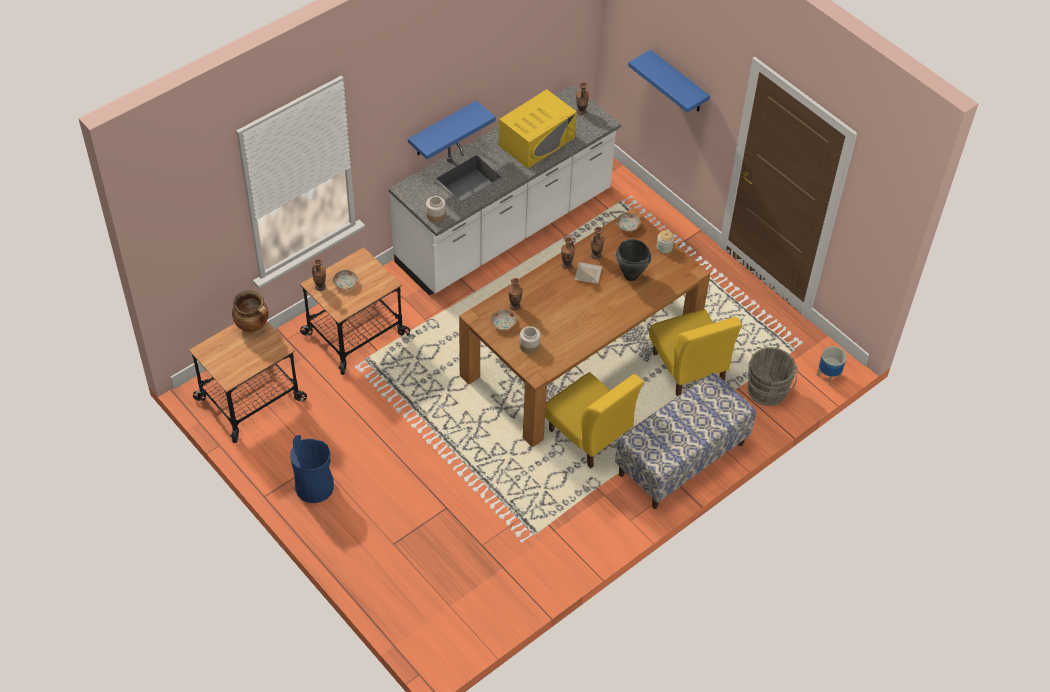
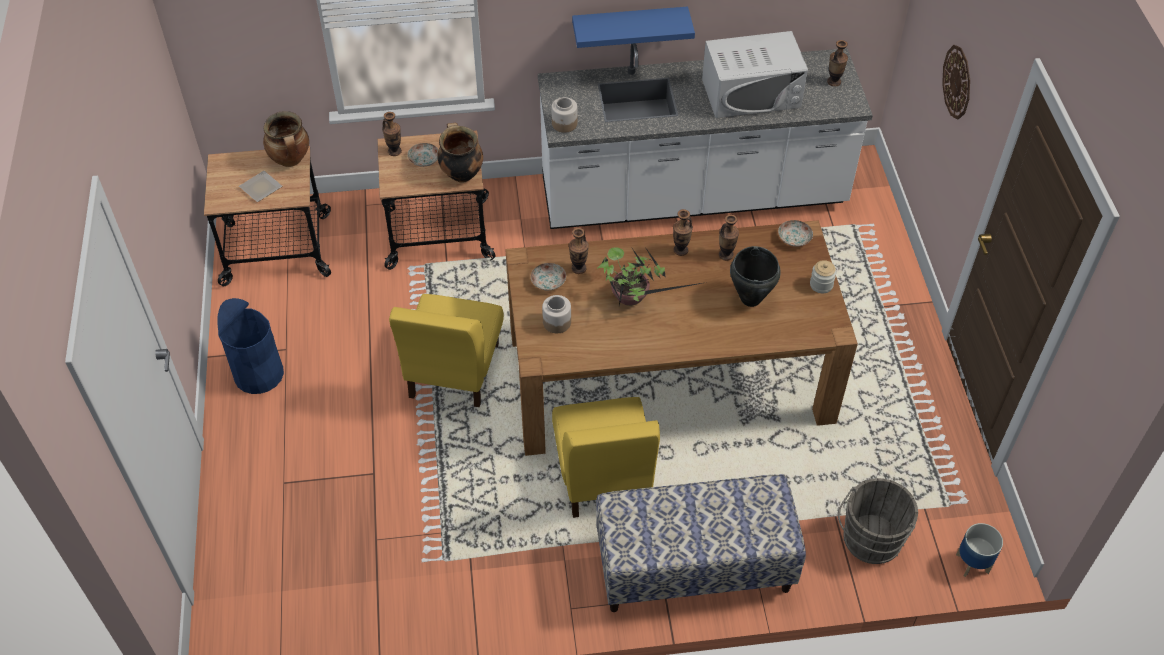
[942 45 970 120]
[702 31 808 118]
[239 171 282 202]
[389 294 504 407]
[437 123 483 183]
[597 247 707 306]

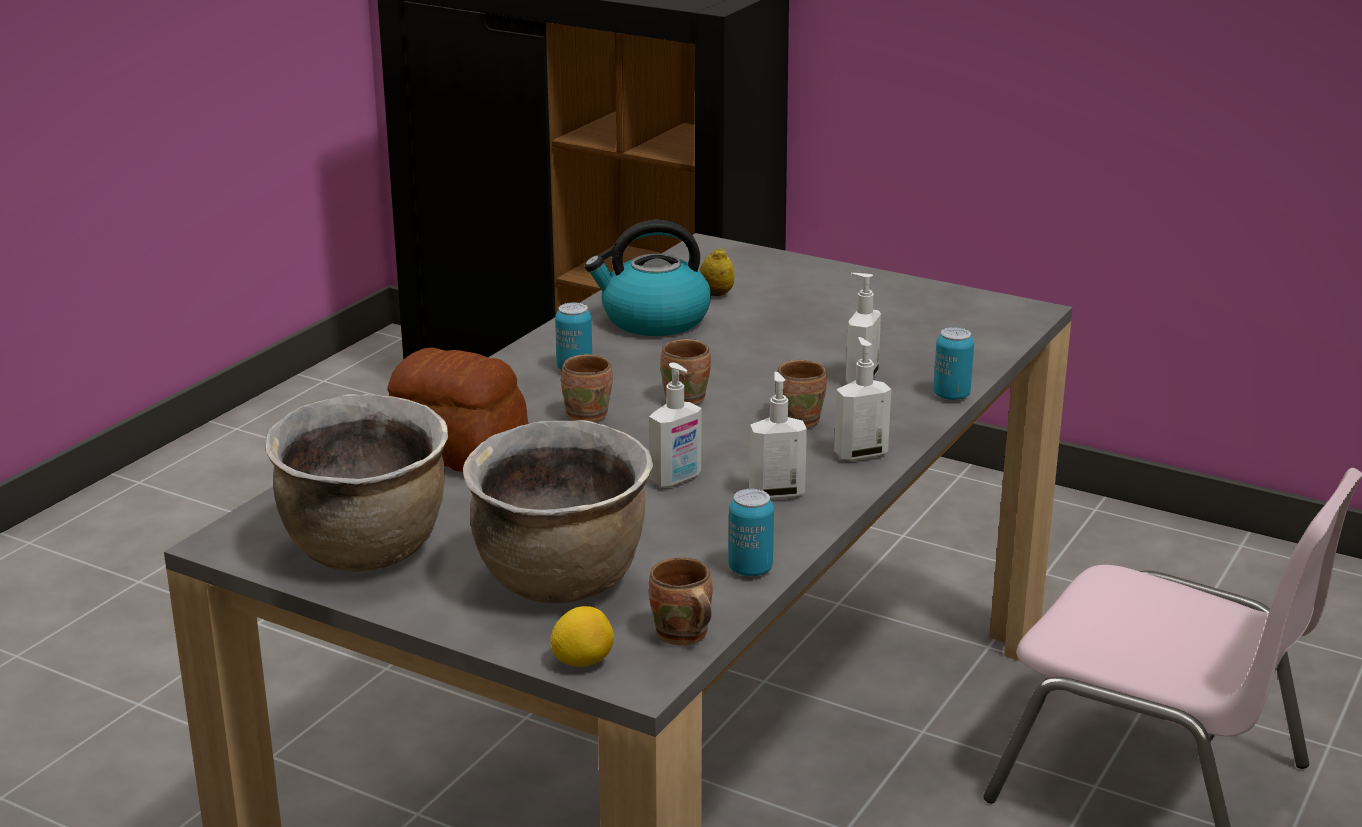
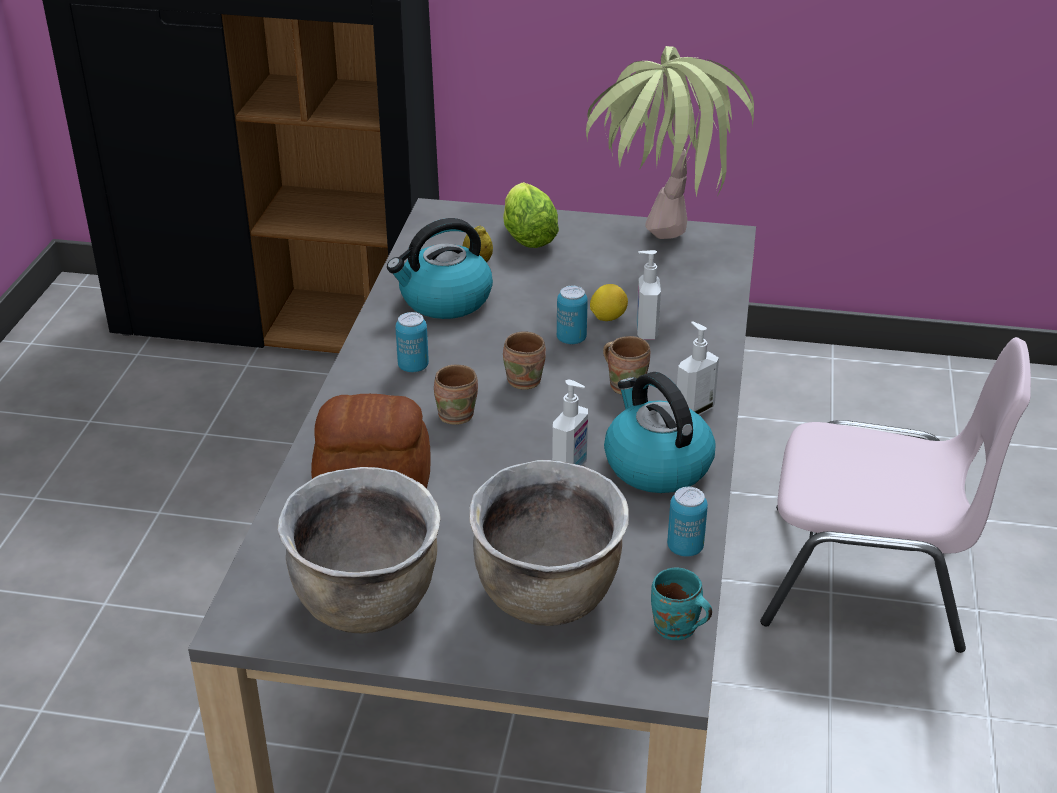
[557 286 588 344]
[604 372 715 493]
[651 568 712 640]
[590 284 628 321]
[586 46 754 239]
[503 182 559 248]

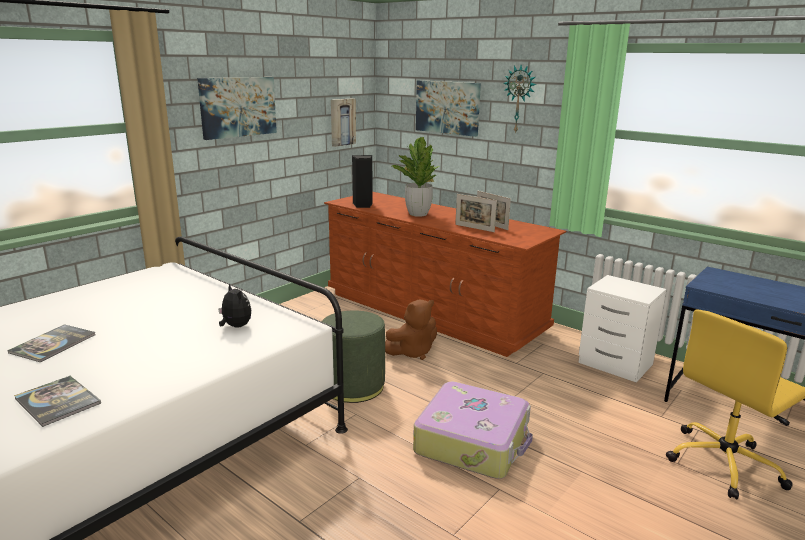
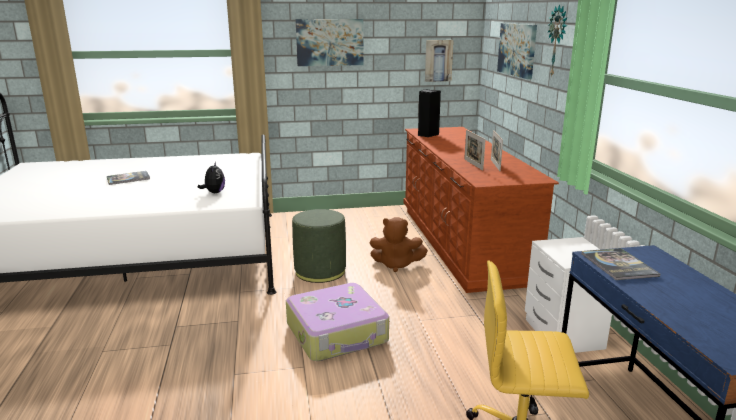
[392 137 440 217] (first image)
[581 248 660 280]

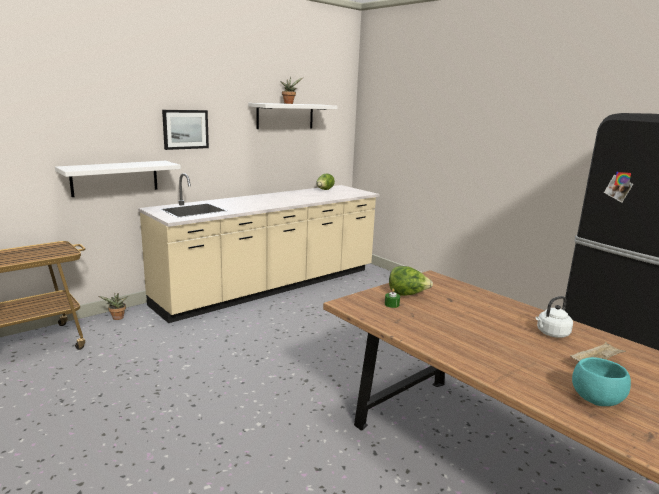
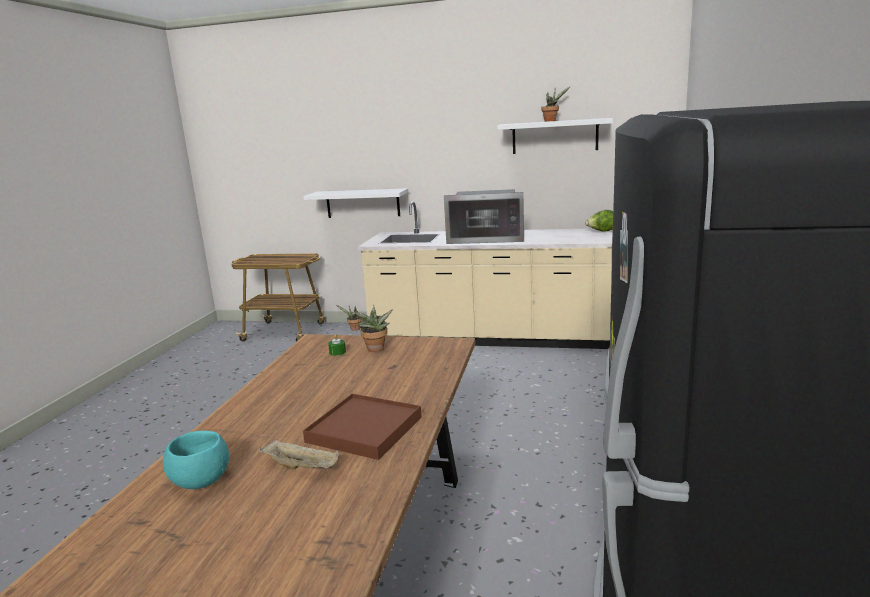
[162 110 209 150] (first image)
[355 305 393 352]
[303 394 422 460]
[444 189 524 244]

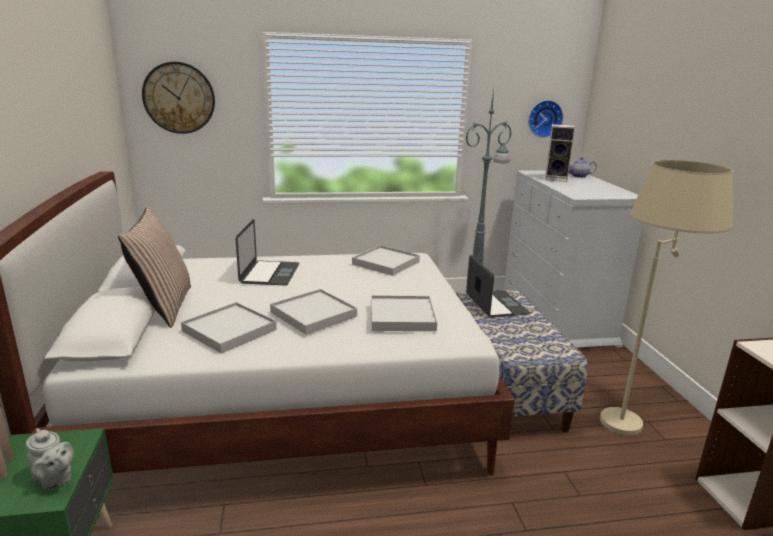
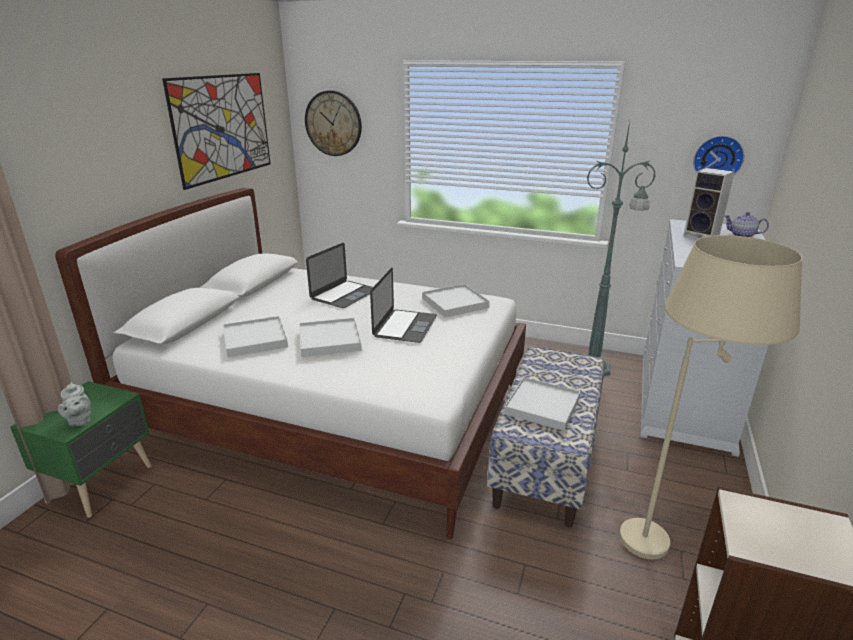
[118 207 191 328] (first image)
[370 268 437 343]
[504 377 581 431]
[162 73 271 190]

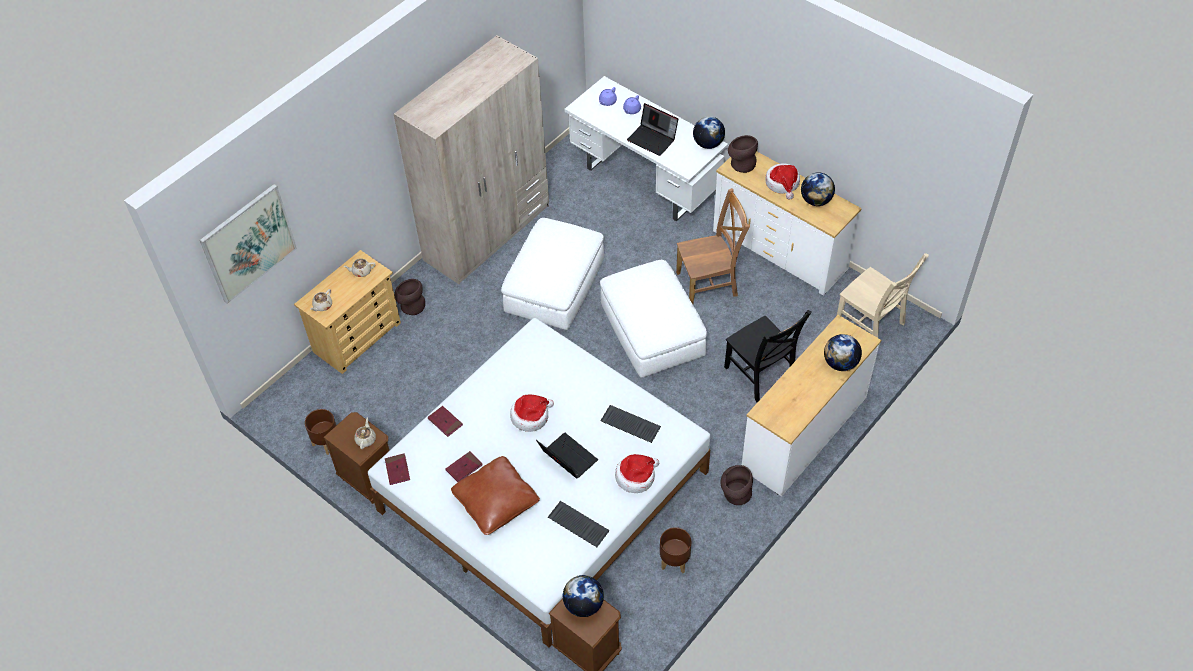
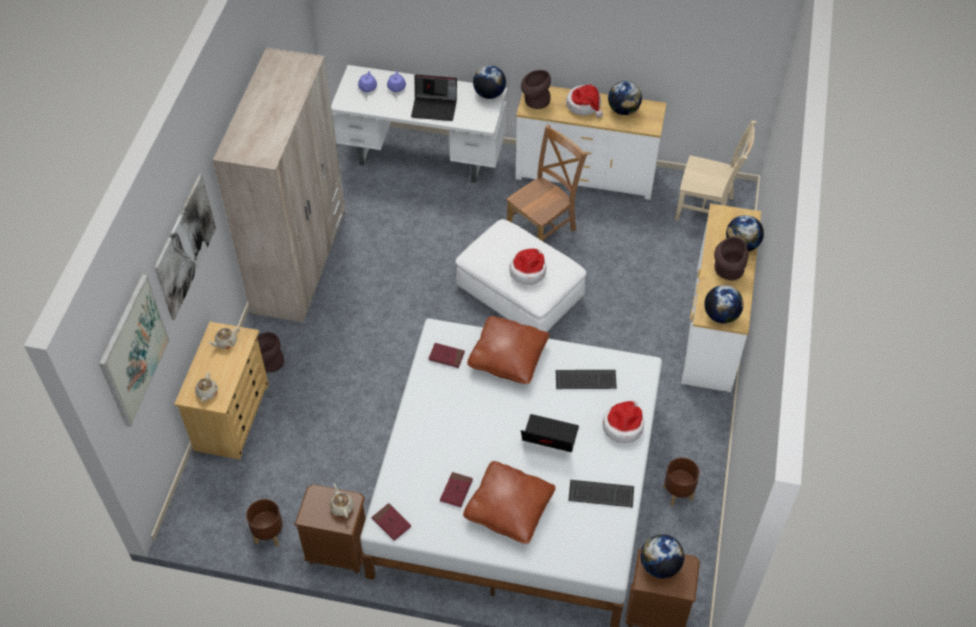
[501 218 604 330] (first image)
[724 310 812 402] (first image)
[509 249 547 285]
[429 343 465 368]
[714 237 748 280]
[154 174 216 320]
[704 285 744 324]
[467 316 549 384]

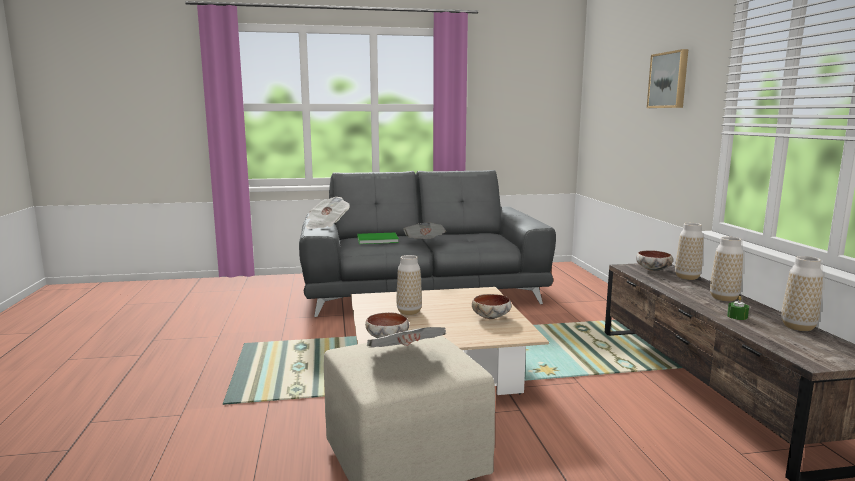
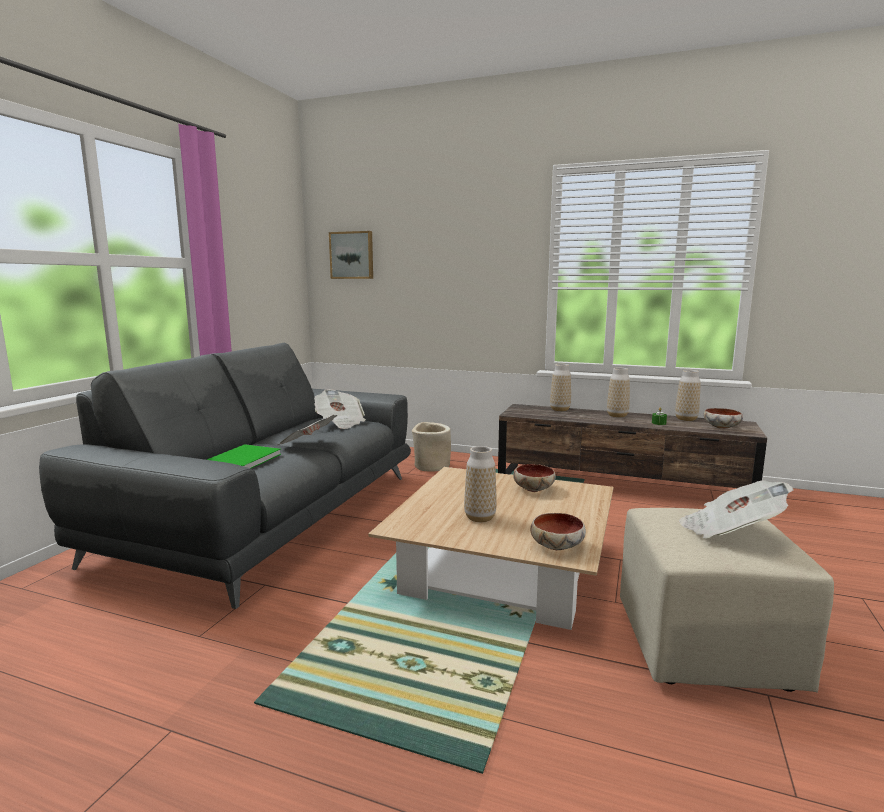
[329 231 373 279]
[314 389 366 429]
[704 408 743 429]
[412 422 451 471]

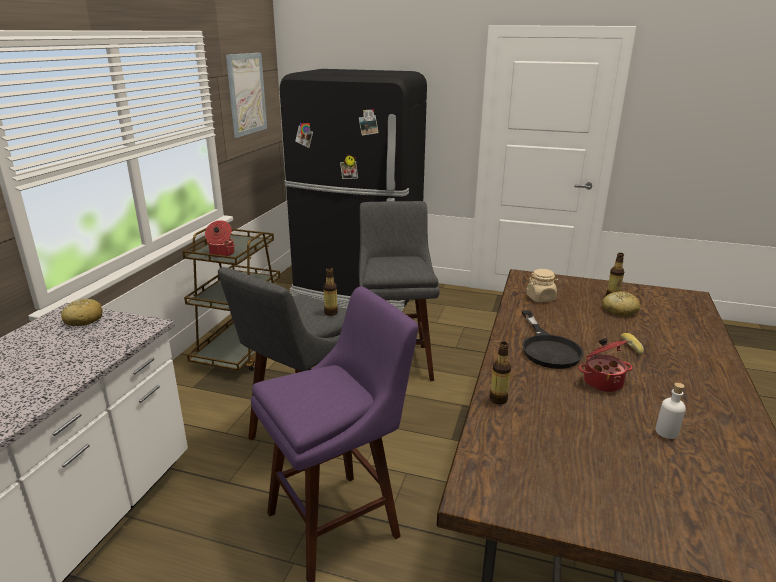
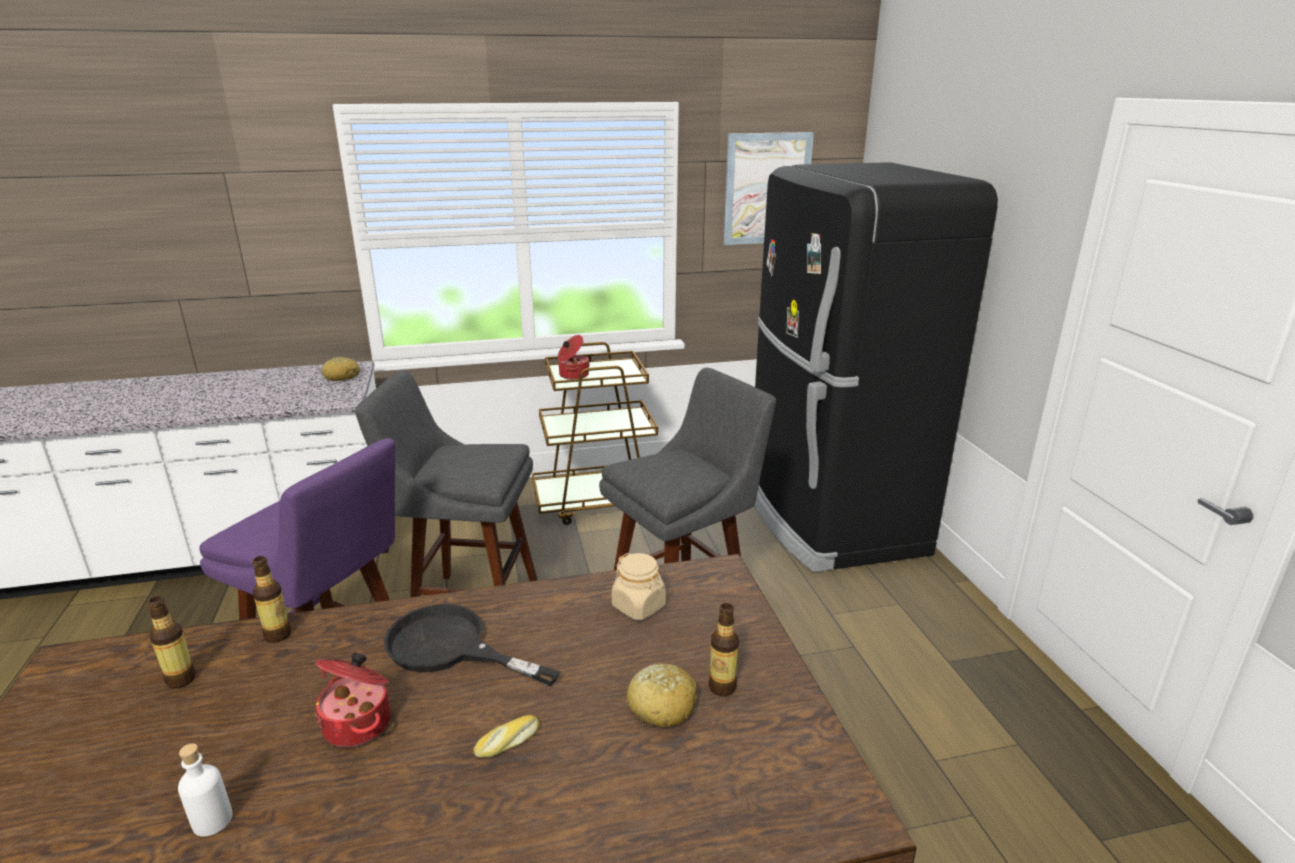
[148 596 196 689]
[384 604 561 686]

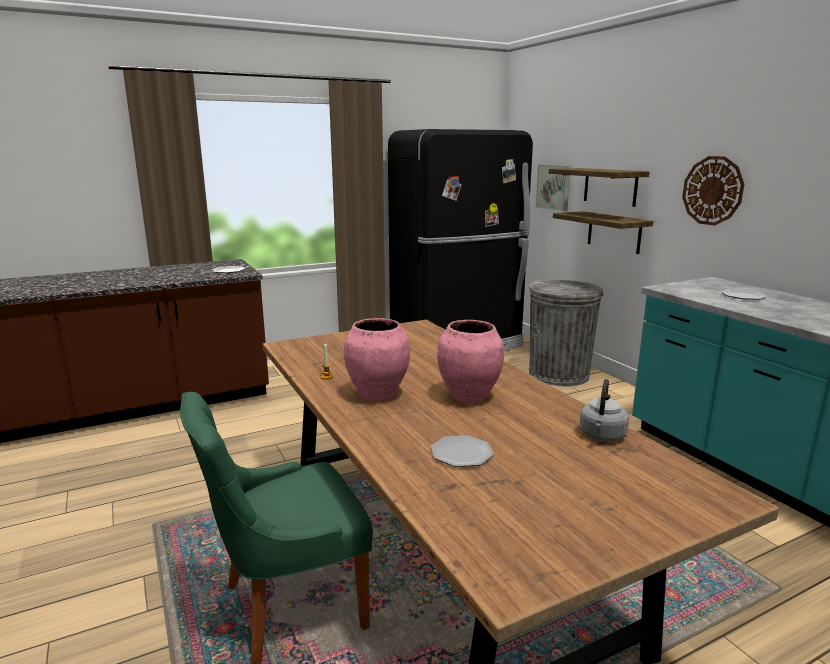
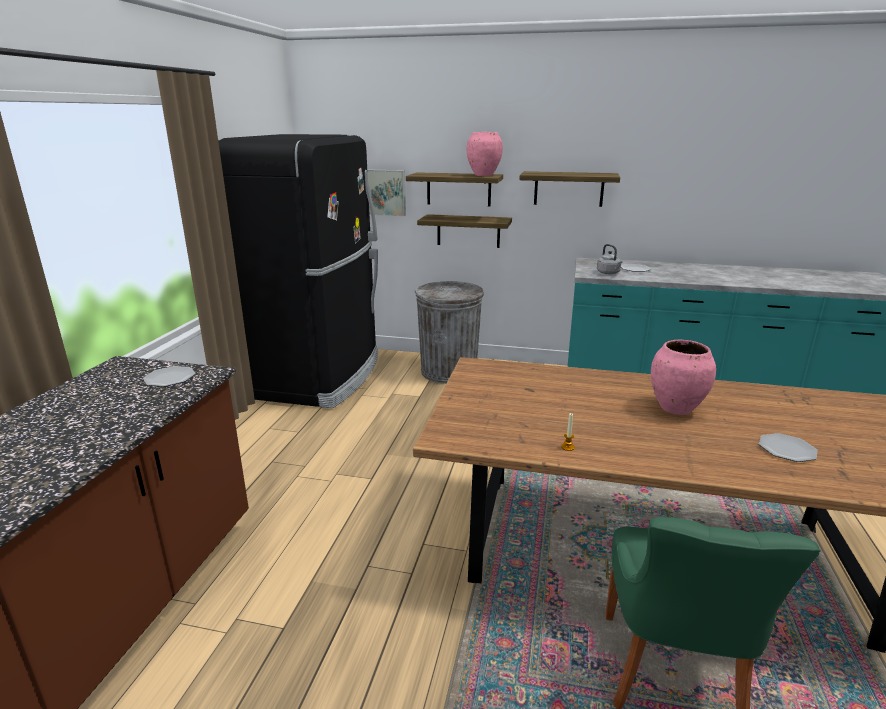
[519 171 620 207]
[467 132 503 176]
[597 244 622 274]

